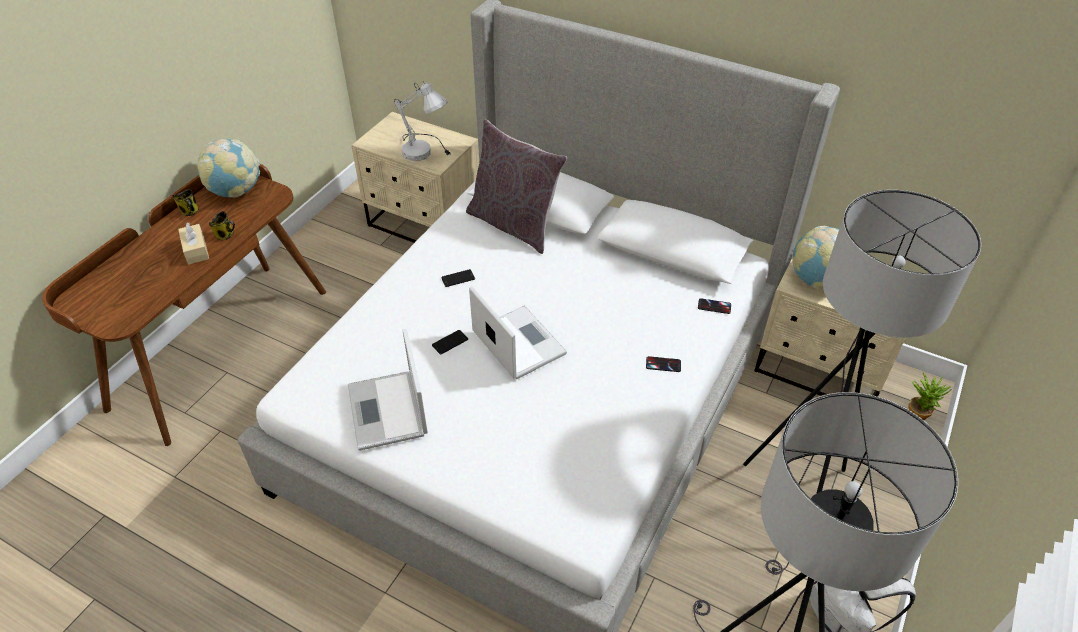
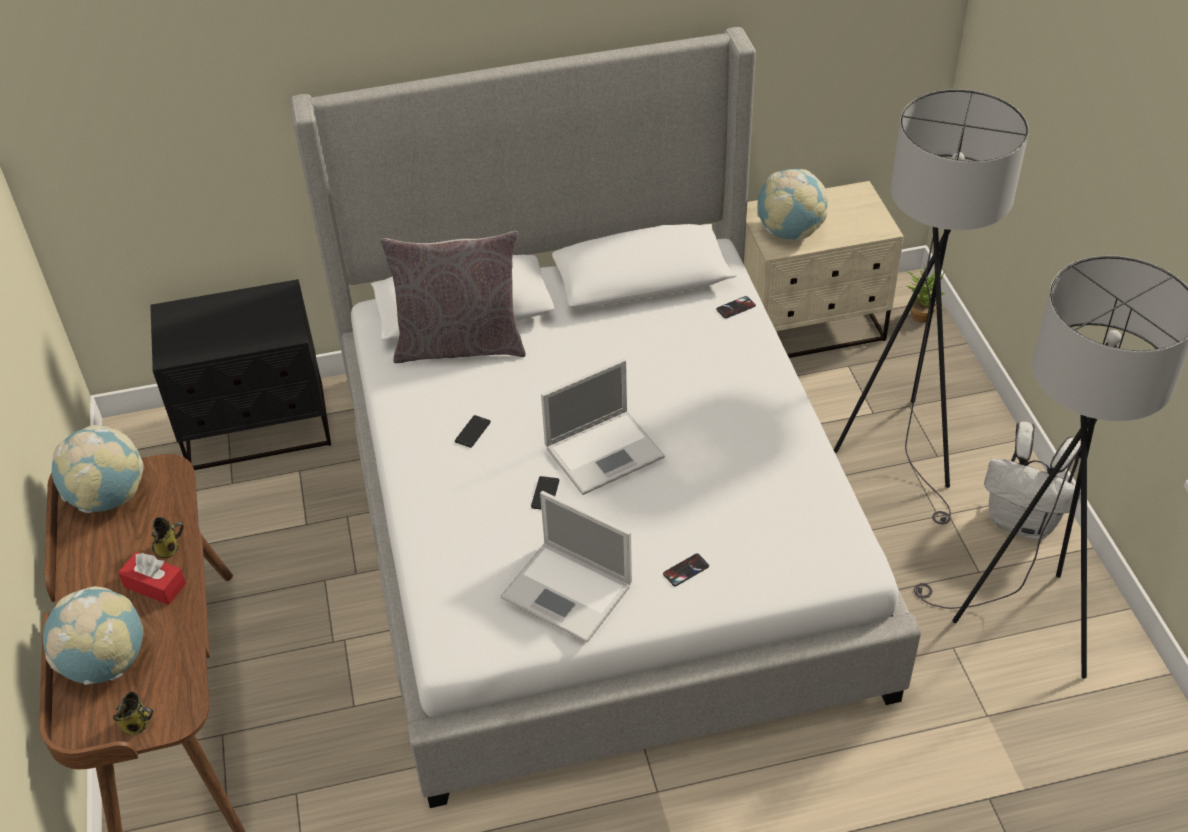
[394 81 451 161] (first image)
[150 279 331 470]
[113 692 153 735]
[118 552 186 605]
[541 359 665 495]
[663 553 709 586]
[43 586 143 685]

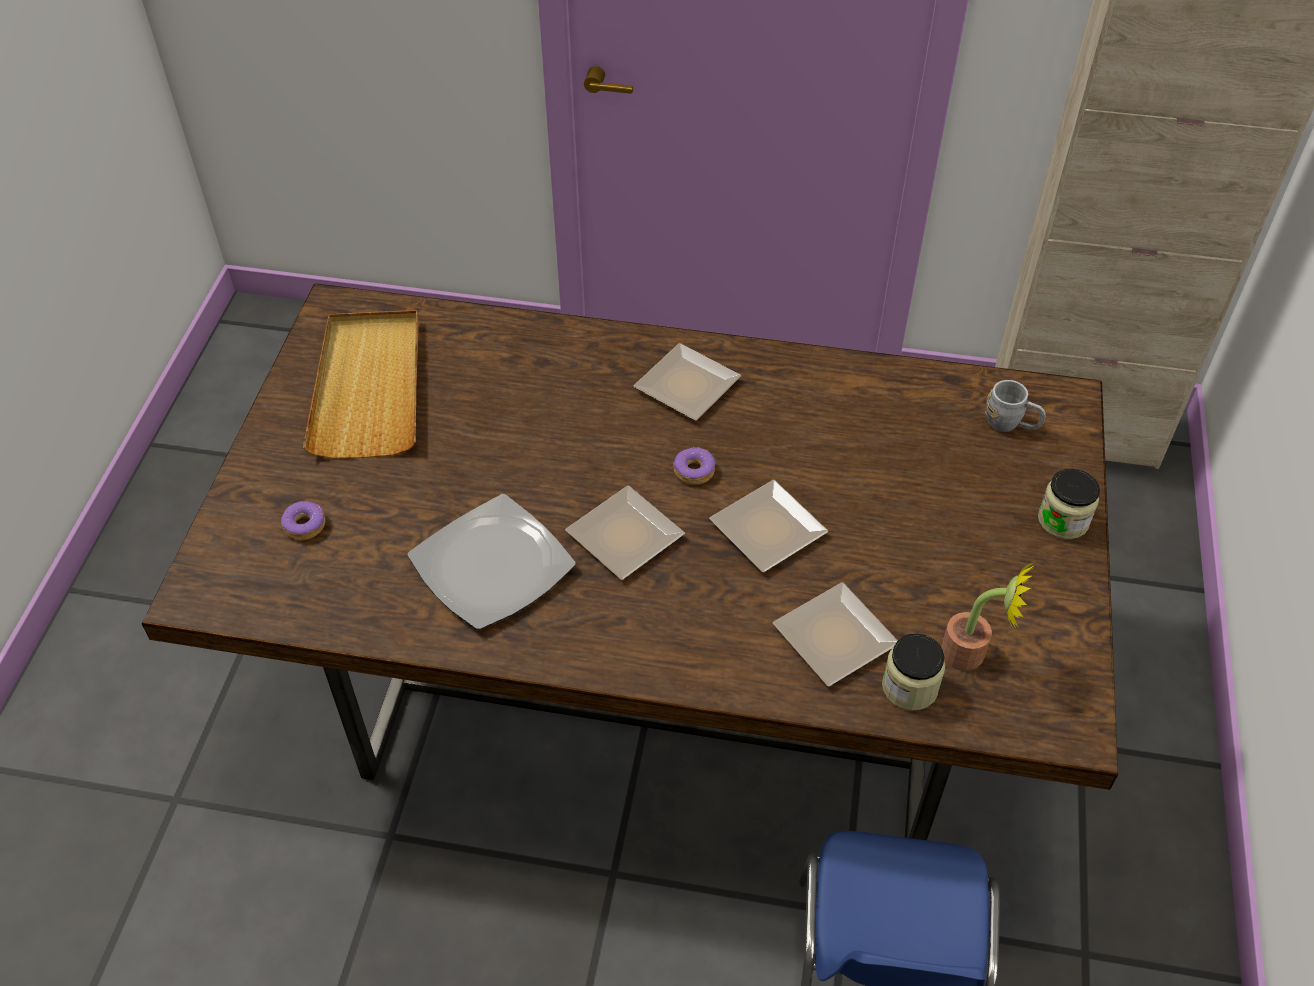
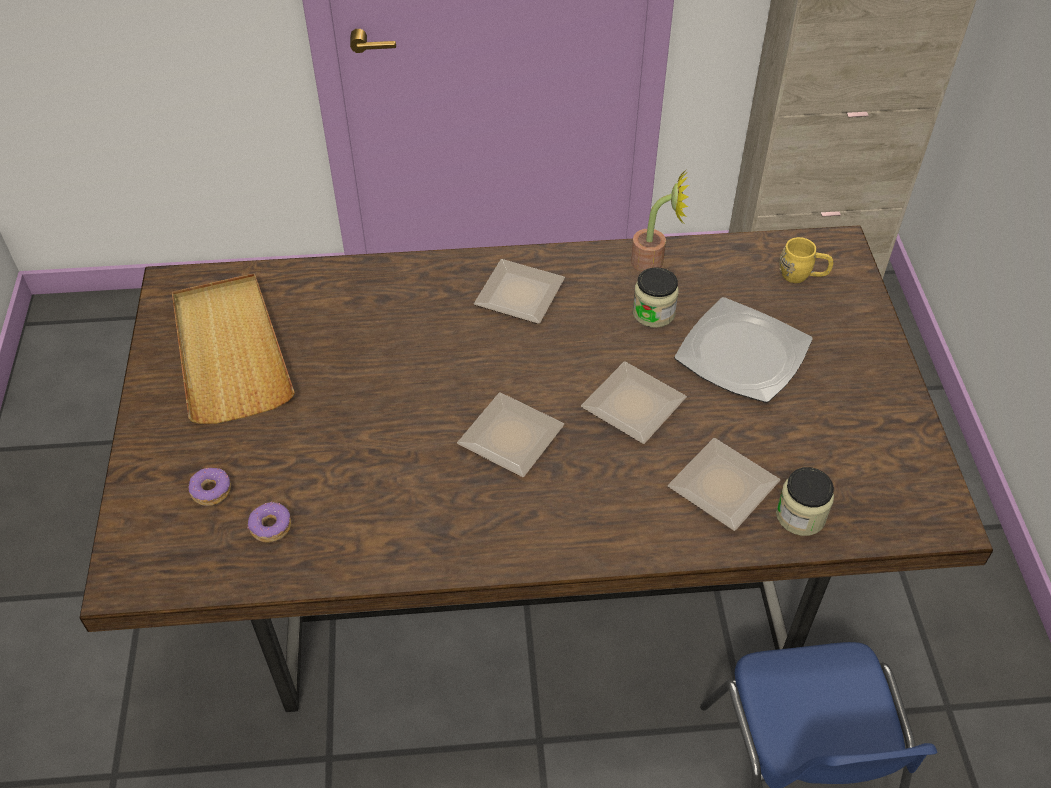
[779 237 833 283]
[248 502 291 542]
[633 267 679 328]
[674 297 813 403]
[631 169 689 272]

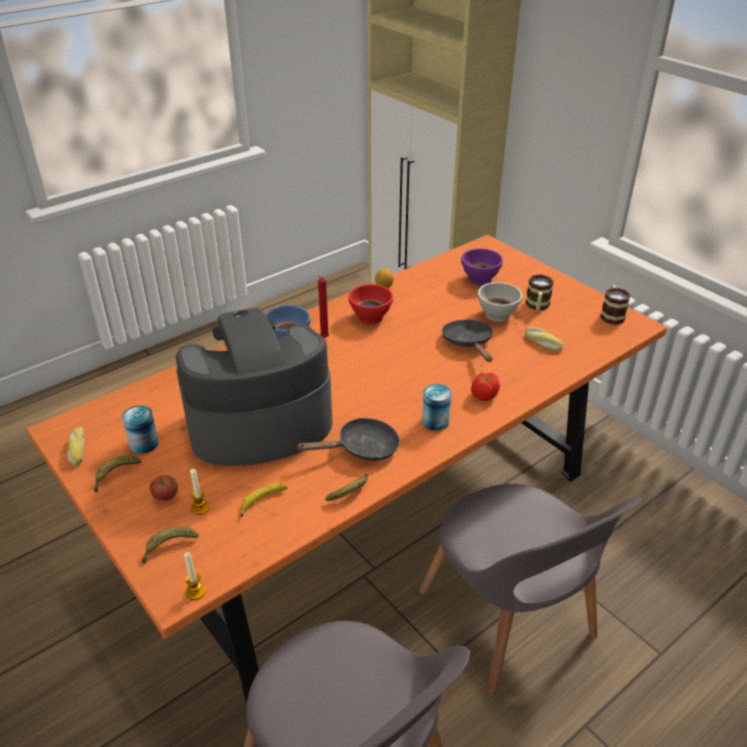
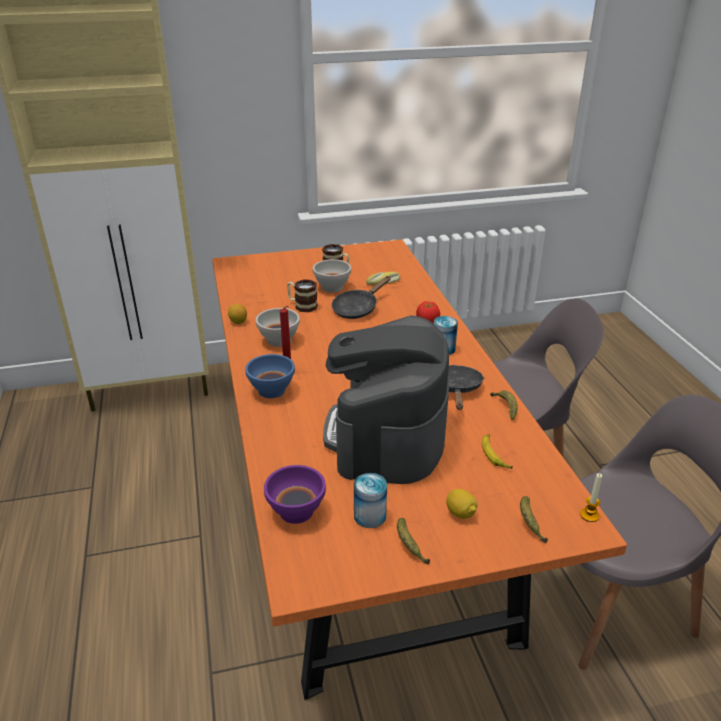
[264 465 326 524]
[256 308 300 347]
[287 279 318 312]
[331 276 391 319]
[67 427 84 467] (first image)
[190 469 210 515] (first image)
[446 489 477 519]

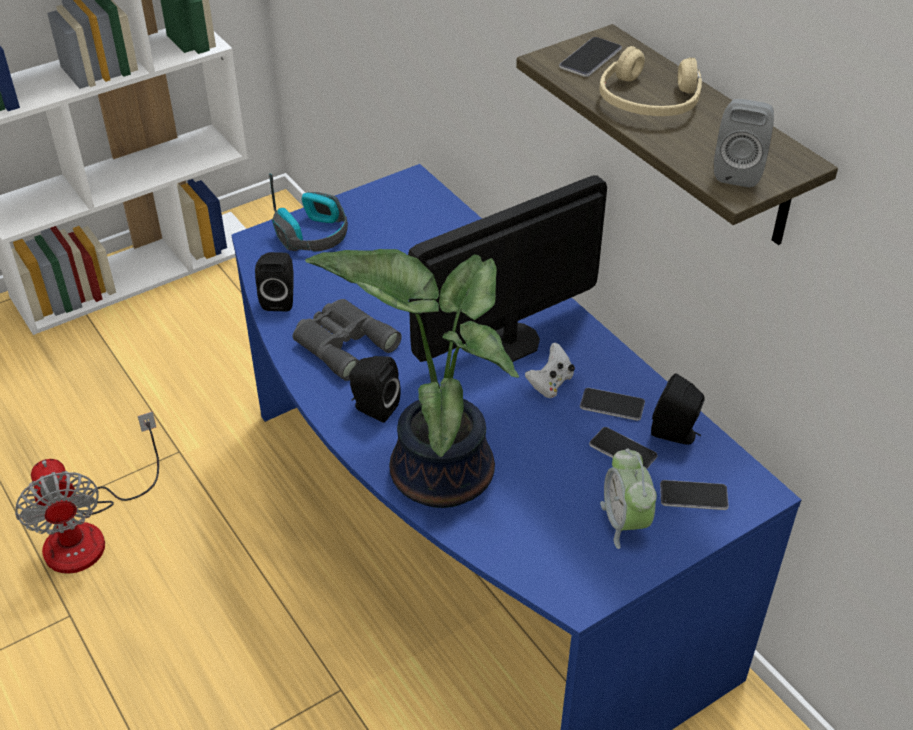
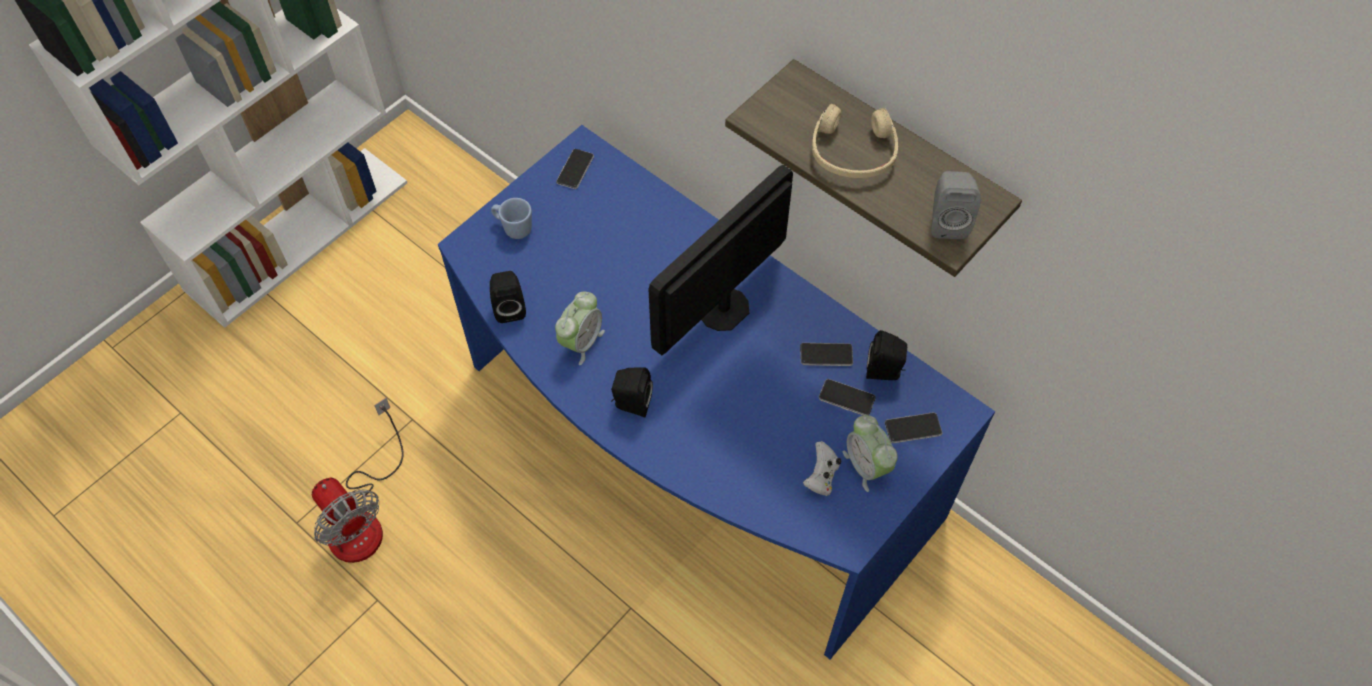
[556 149 594 189]
[491 198 532 239]
[305 249 519 508] (first image)
[555 292 605 365]
[803 441 841 496]

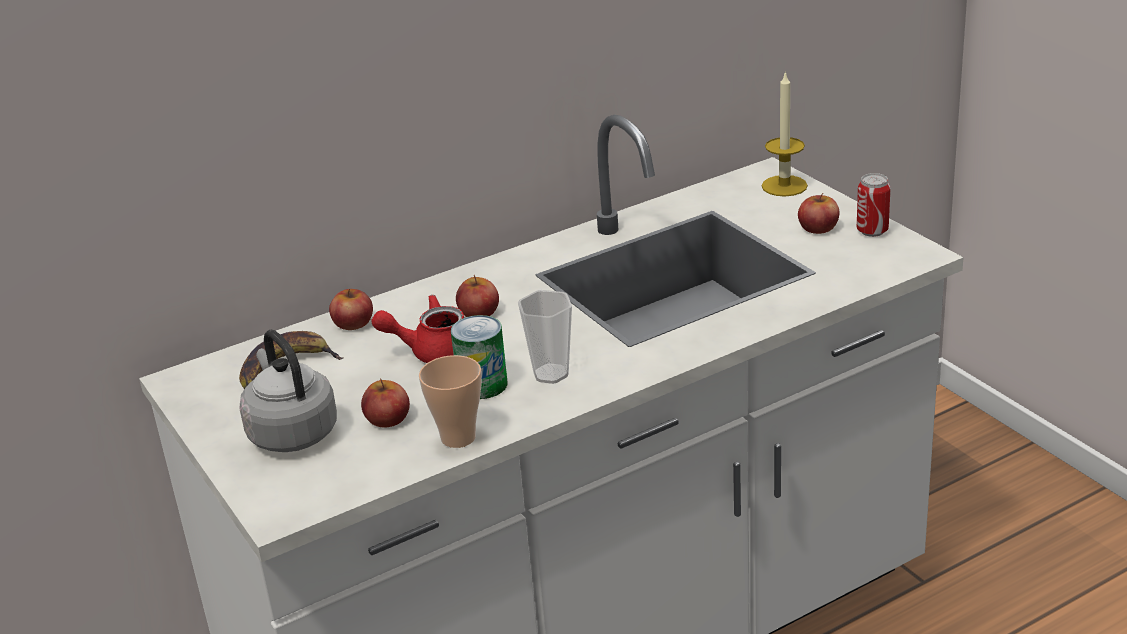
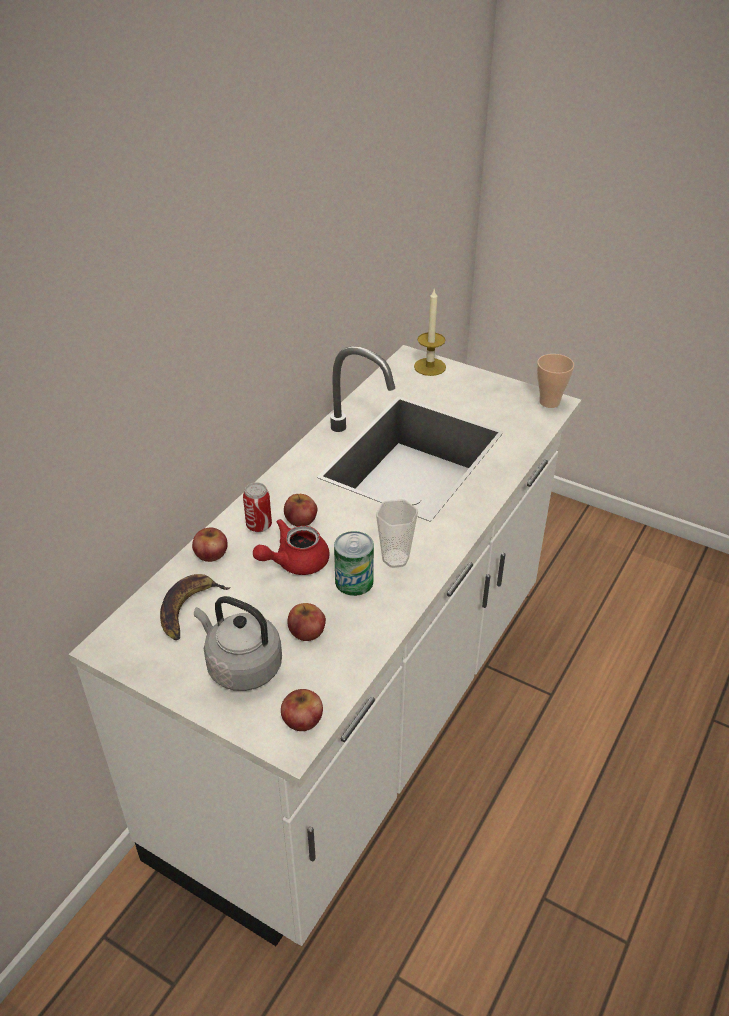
[243 482 272 532]
[281 689 323 731]
[537 354 574 408]

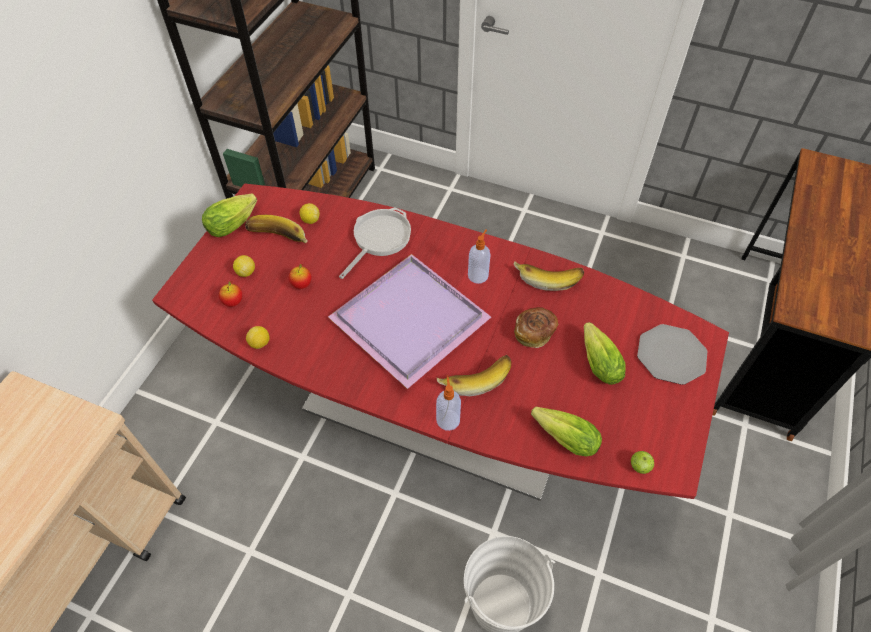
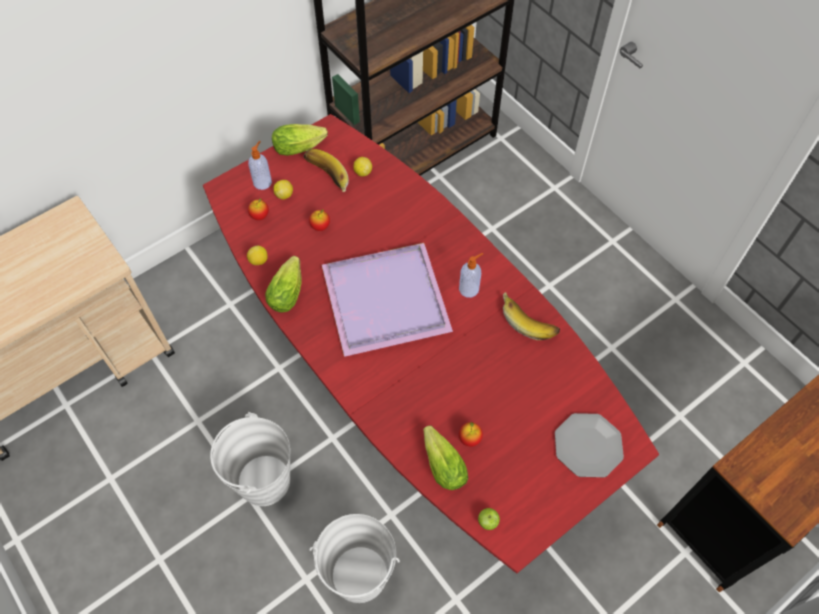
[339 208 411 279] (first image)
[514 307 558 348] (first image)
[265 256 301 313]
[437 355 511 396] (first image)
[248 141 272 190]
[210 412 290 506]
[459 422 483 447]

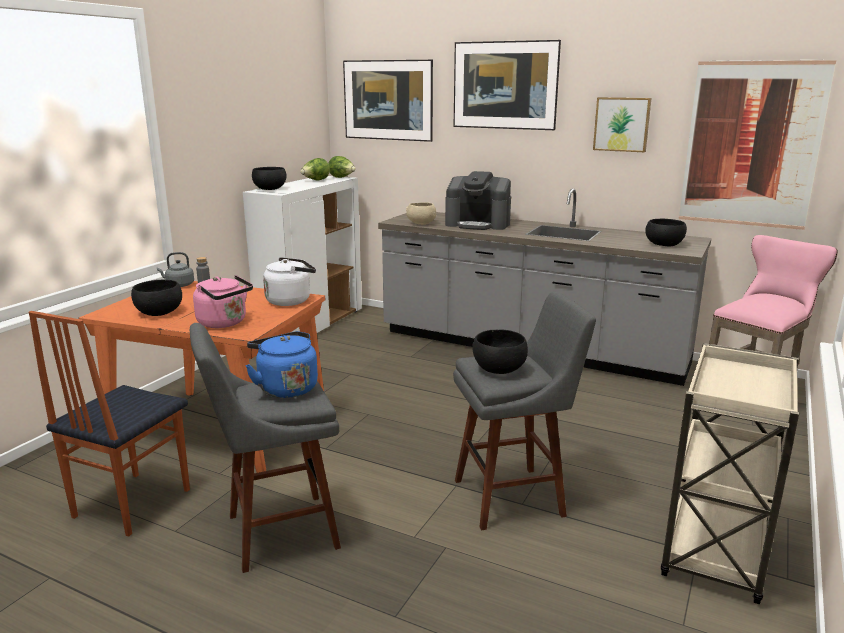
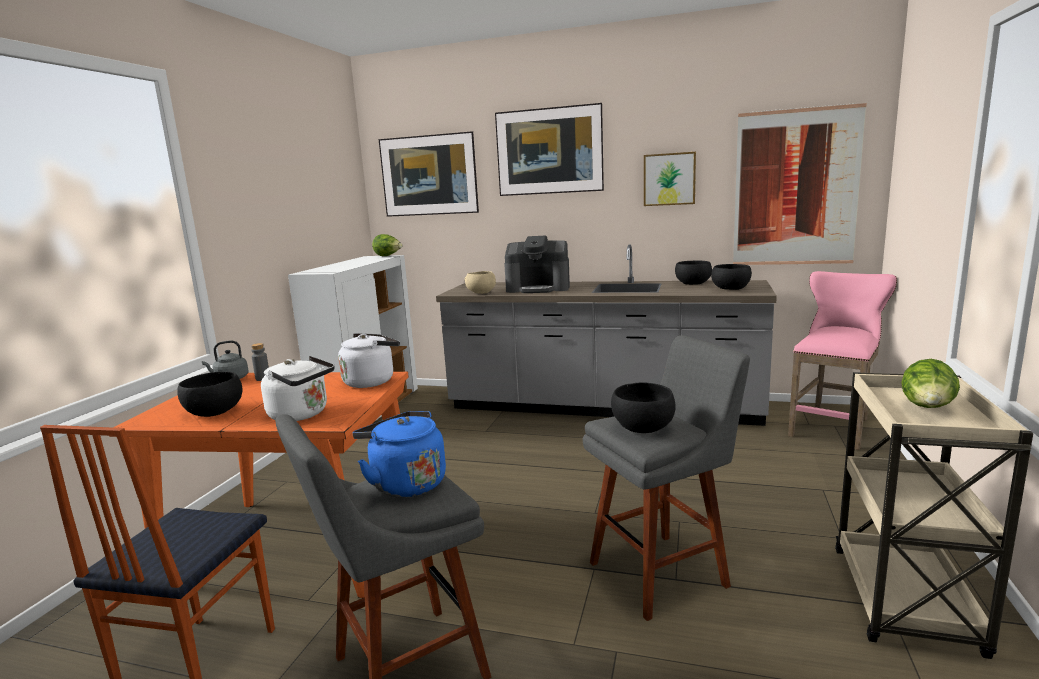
[901 359 960 408]
[675 261 712 285]
[261 356 335 421]

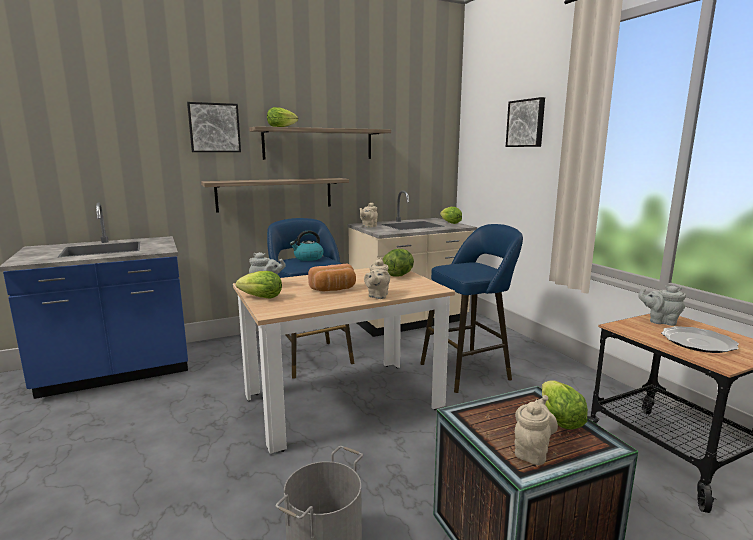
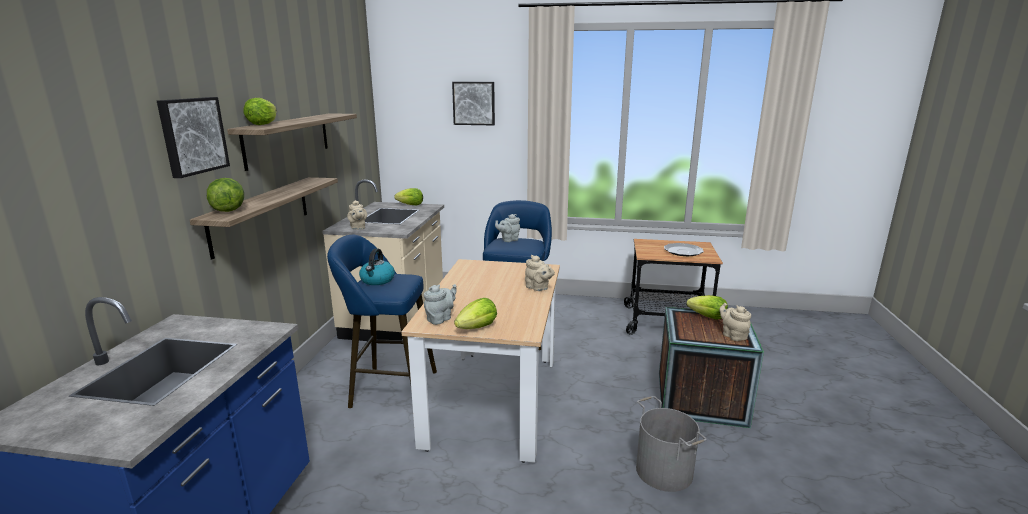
[207 178 244 212]
[308 264 356 292] (first image)
[495 214 520 242]

